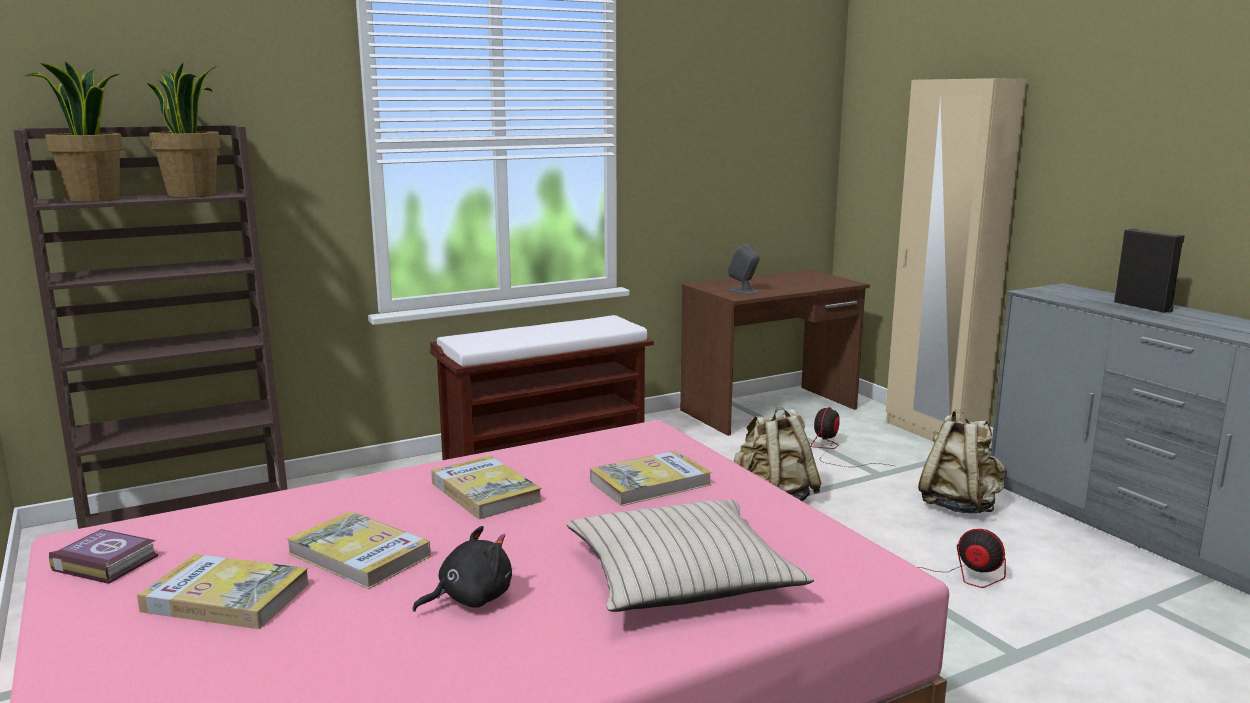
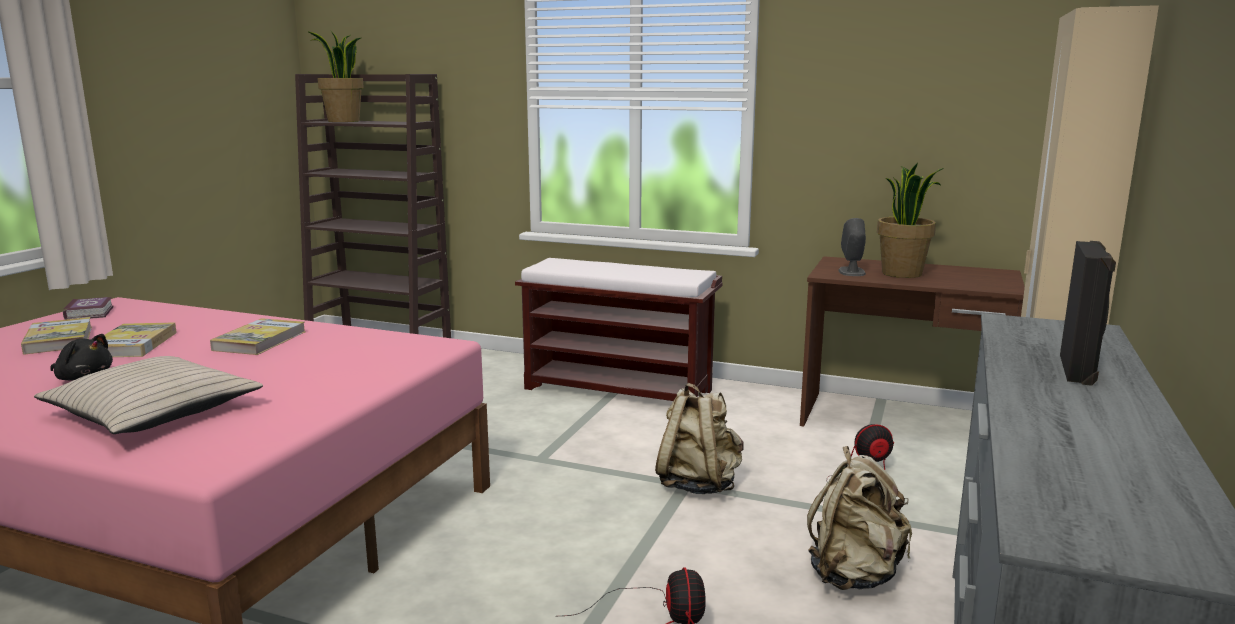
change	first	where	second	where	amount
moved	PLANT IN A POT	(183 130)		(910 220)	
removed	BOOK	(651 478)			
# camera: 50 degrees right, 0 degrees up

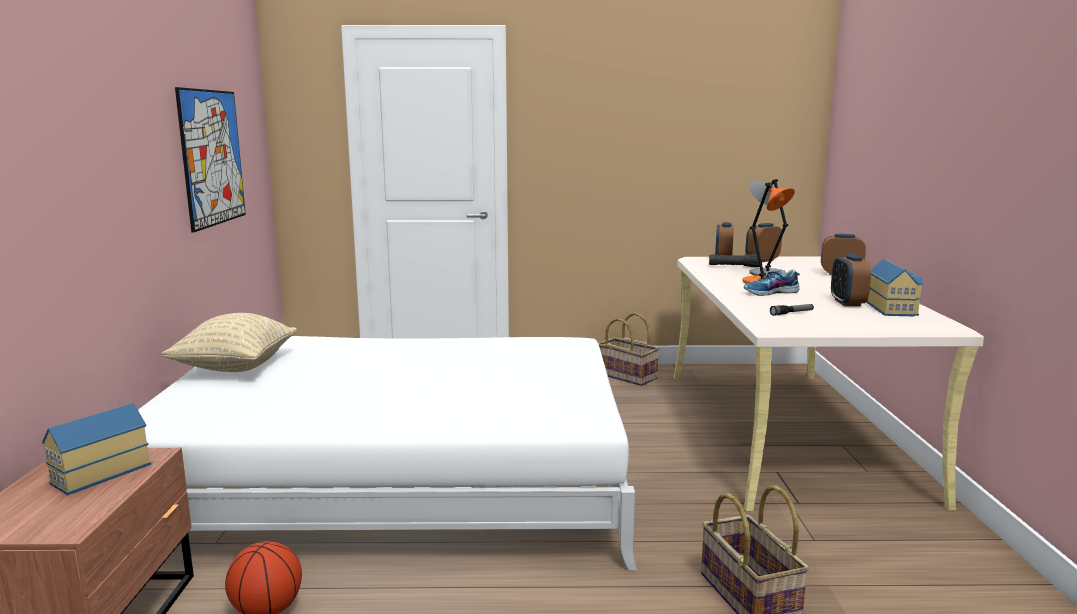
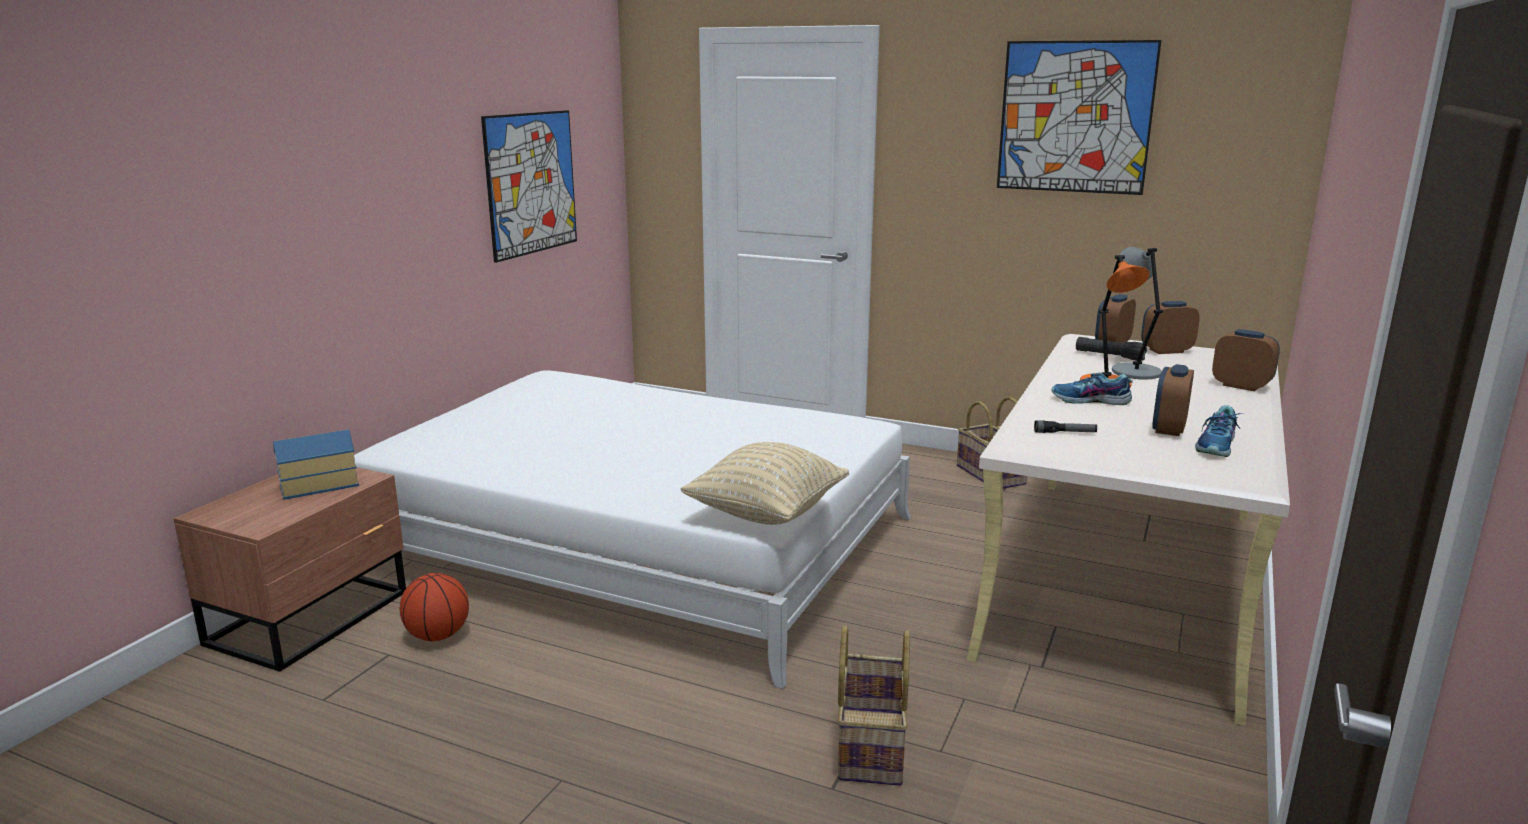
change	first	where	second	where	amount
moved	BEIGE CUSHION	(229 342)		(765 483)	
replaced	MINIATURE HOUSE	(894 288)	ITEM OF FOOTWEAR	(1220 431)	
added			WALL ART	(1079 117)	
# camera: 25 degrees right, 5 degrees up

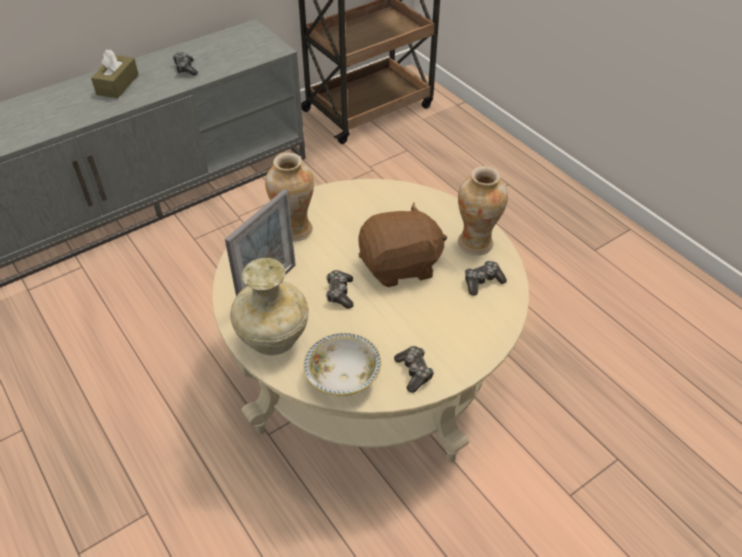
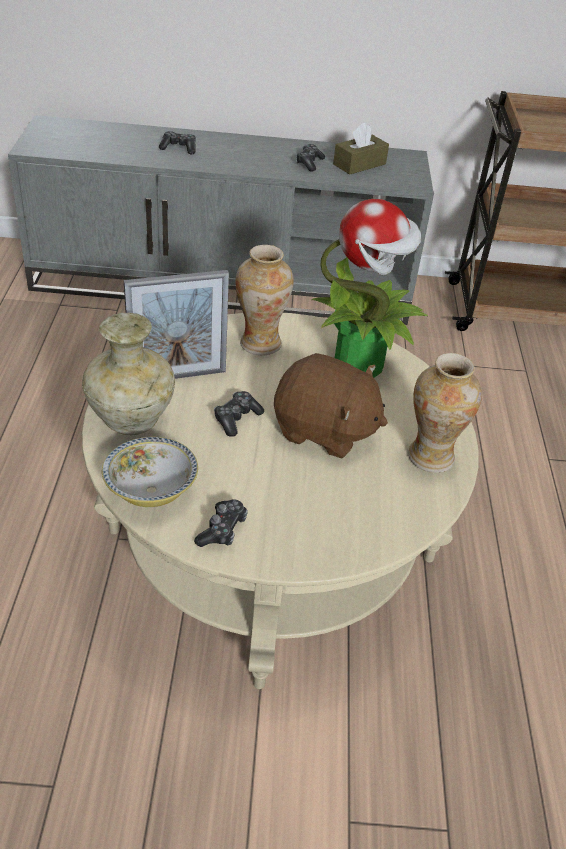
change	first	where	second	where	amount
moved	BROWN BOX OF TISSUES	(115 73)		(361 149)	
moved	GAME CONTROLLER	(486 278)		(177 142)	
added			PLANT IN A POT	(370 288)	
# camera: 35 degrees right, 5 degrees down

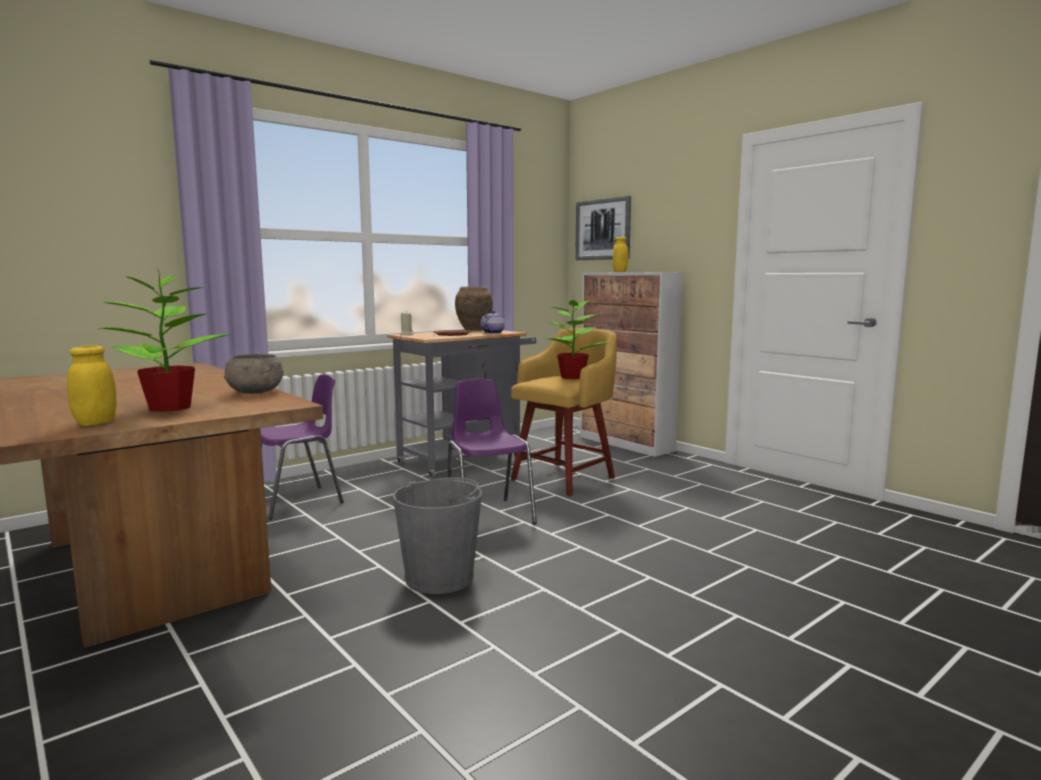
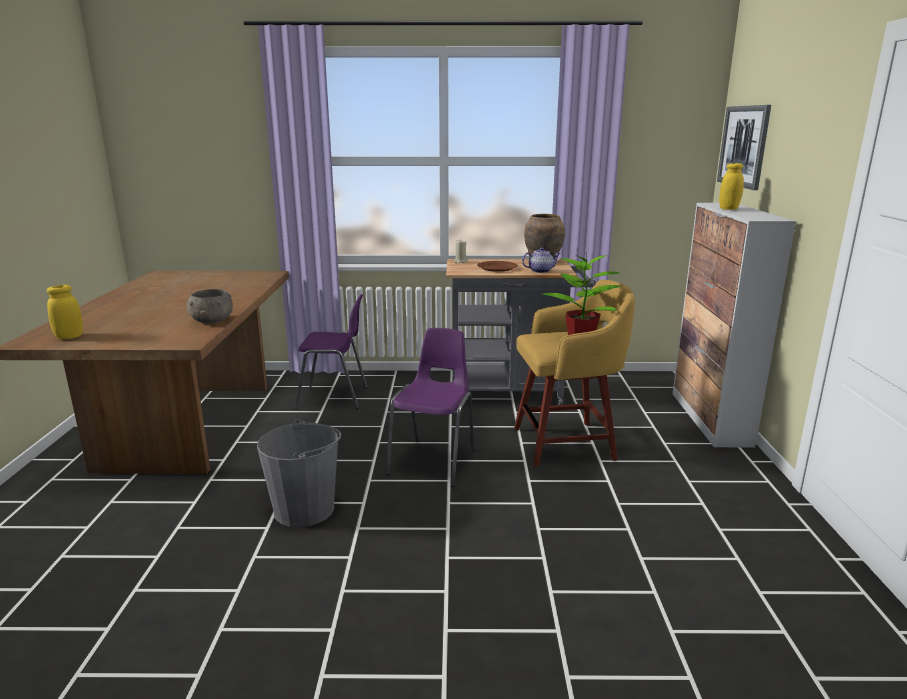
change	first	where	second	where	amount
removed	PLANT IN A POT	(165 339)			
# camera: 40 degrees right, 10 degrees up

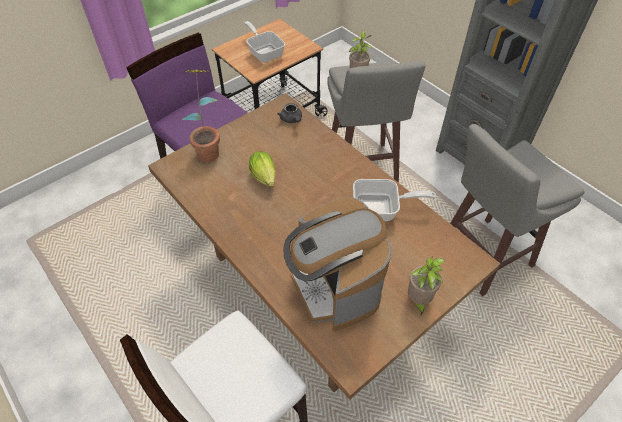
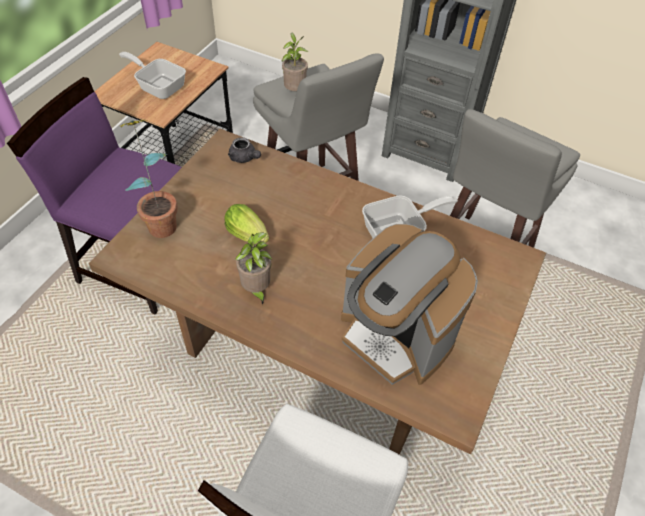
change	first	where	second	where	amount
moved	PLANT IN A POT	(426 286)		(253 268)	
# camera: 25 degrees left, 0 degrees up

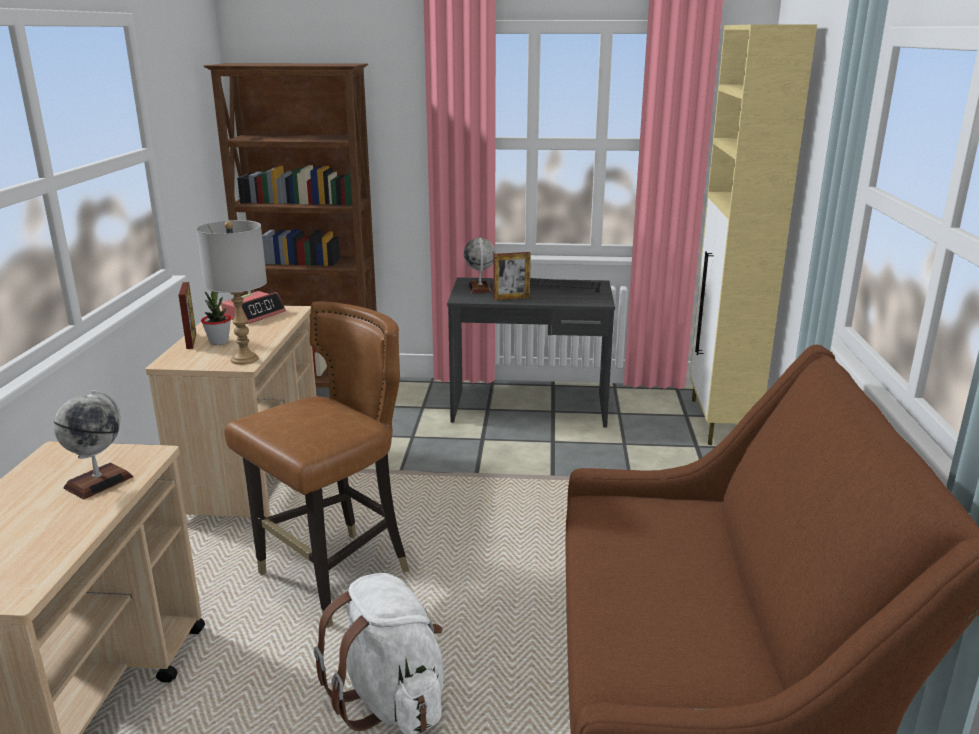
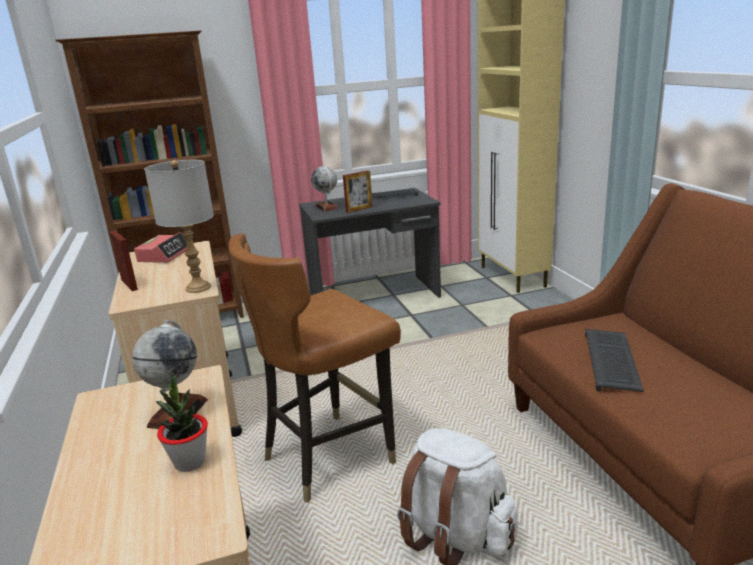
change	first	where	second	where	amount
moved	PLANT IN A POT	(216 318)		(182 422)	
turned	BROWN UPRIGHT CHAIR	(317 465)		(314 368)	150 degrees counterclockwise
added			KEYBOARD	(614 360)	
# camera: 20 degrees left, 0 degrees up

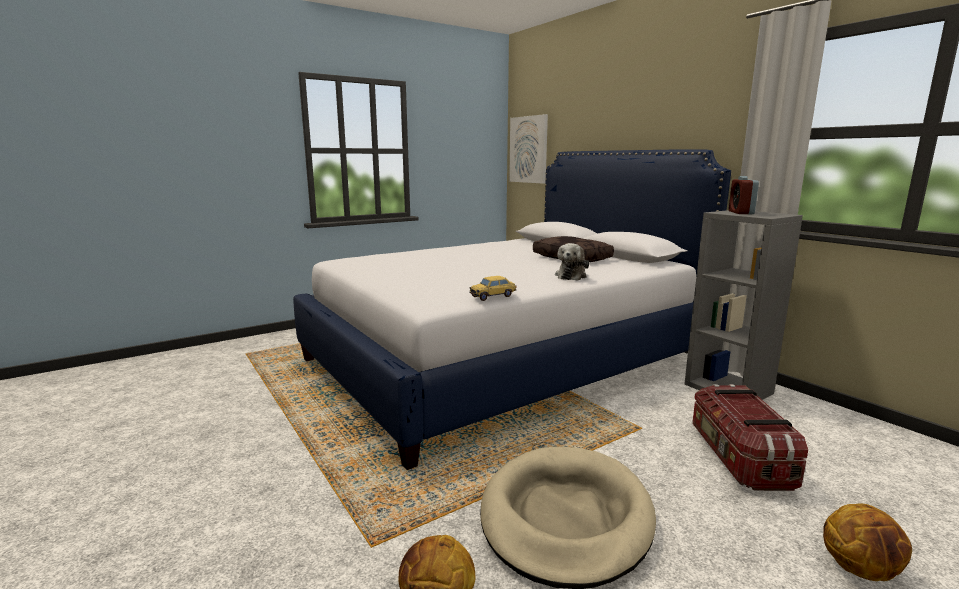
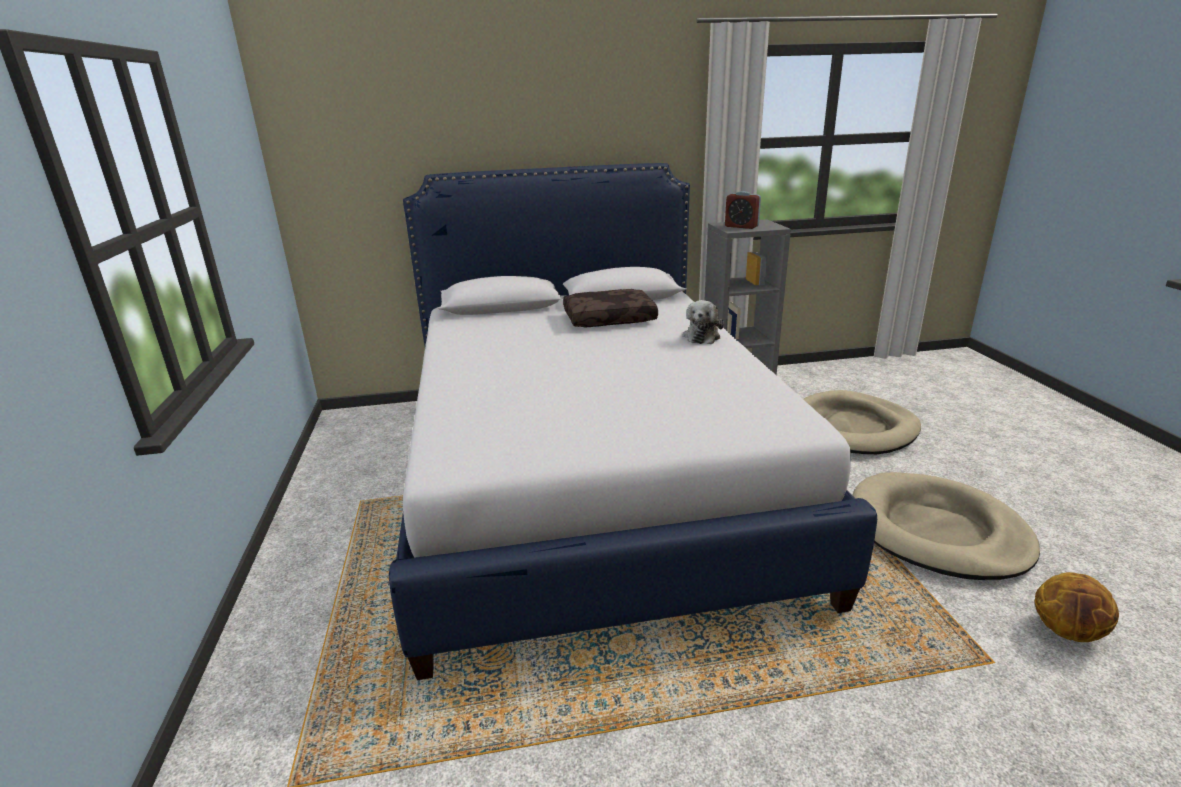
change	first	where	second	where	amount
removed	TOY CAR	(493 288)			
removed	WALL ART	(528 149)			
turned	CUDDLY TOY	(572 262)		(703 322)	60 degrees clockwise
replaced	STORAGE CONTAINER	(750 437)	BEIGE DOG BED	(862 422)	
removed	BASKETBALL BALL	(867 542)			
# camera: 65 degrees left, 10 degrees up

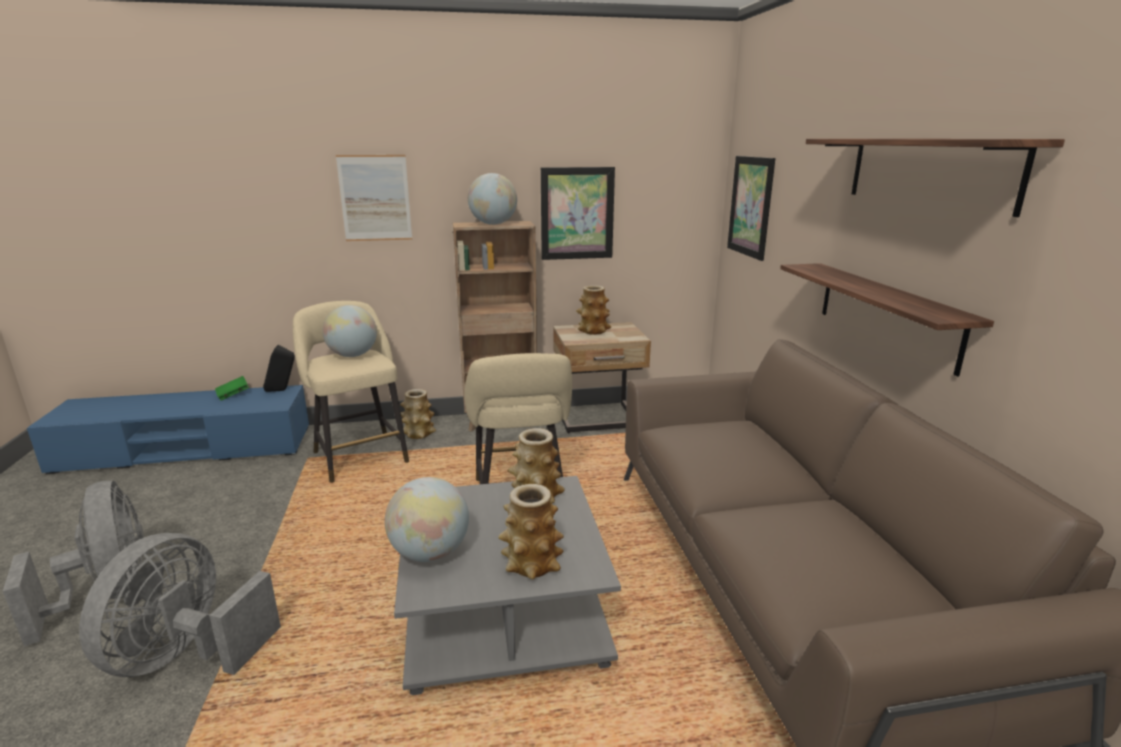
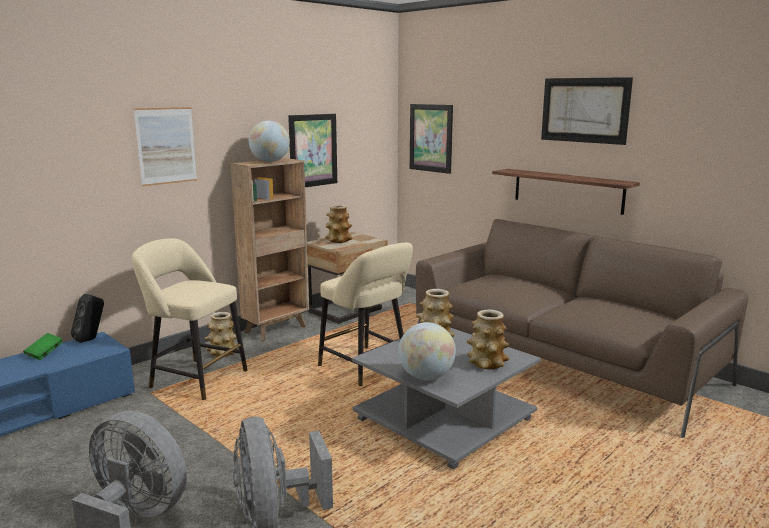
change	first	where	second	where	amount
removed	WORLD GLOBE	(349 331)			
replaced	SHELF	(935 178)	WALL ART	(587 111)	
# camera: 35 degrees left, 5 degrees down

